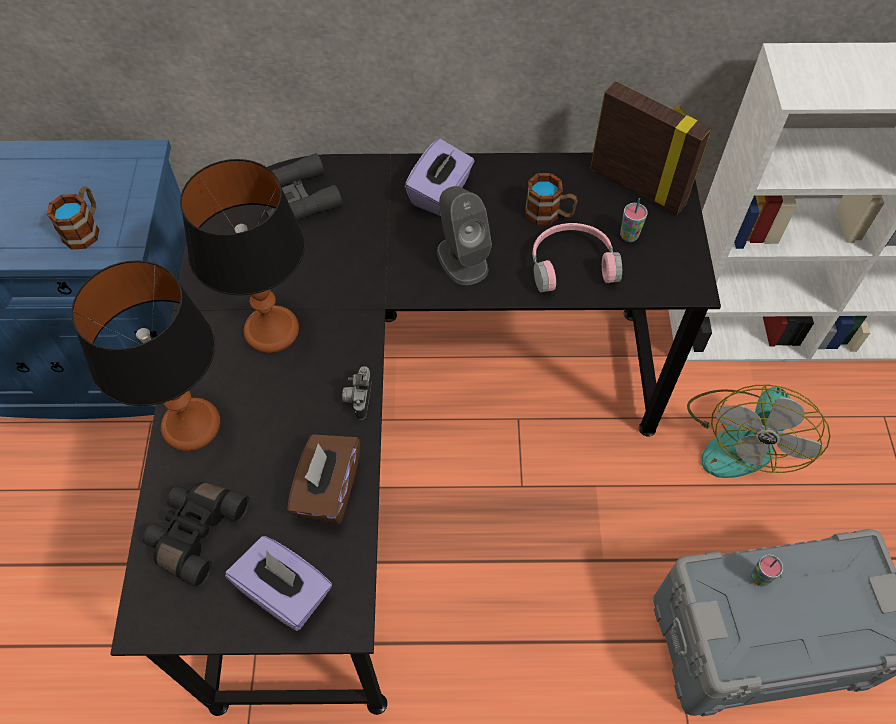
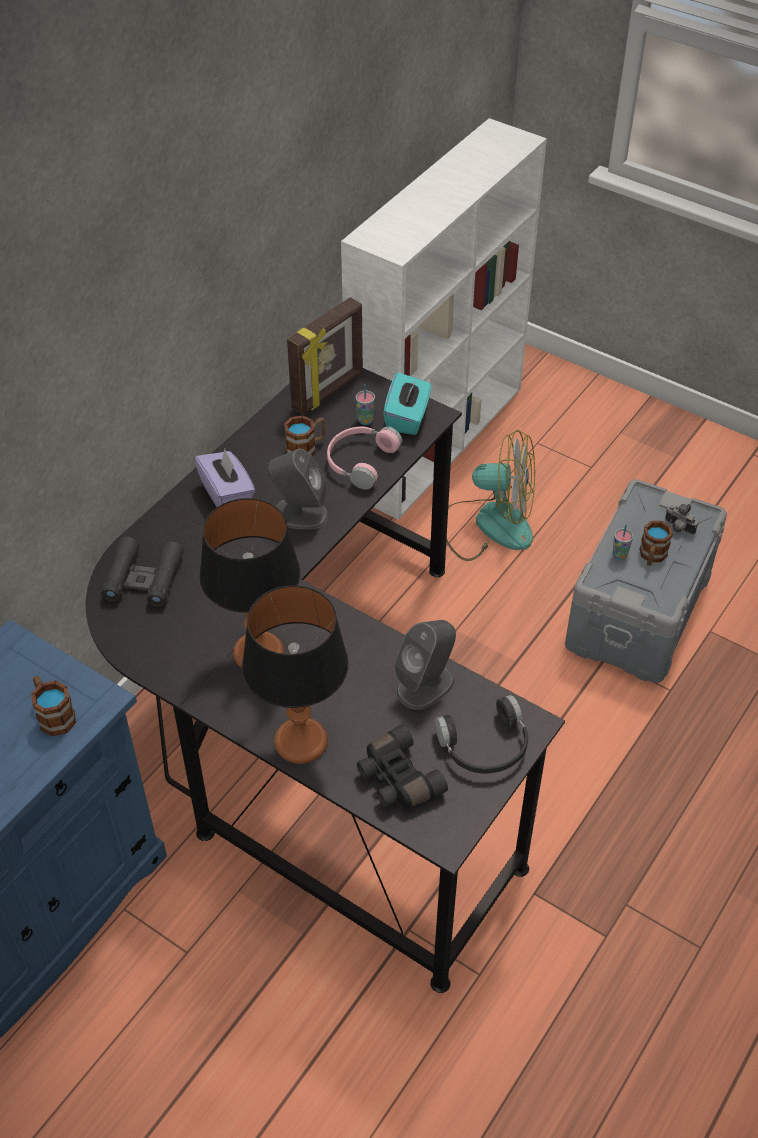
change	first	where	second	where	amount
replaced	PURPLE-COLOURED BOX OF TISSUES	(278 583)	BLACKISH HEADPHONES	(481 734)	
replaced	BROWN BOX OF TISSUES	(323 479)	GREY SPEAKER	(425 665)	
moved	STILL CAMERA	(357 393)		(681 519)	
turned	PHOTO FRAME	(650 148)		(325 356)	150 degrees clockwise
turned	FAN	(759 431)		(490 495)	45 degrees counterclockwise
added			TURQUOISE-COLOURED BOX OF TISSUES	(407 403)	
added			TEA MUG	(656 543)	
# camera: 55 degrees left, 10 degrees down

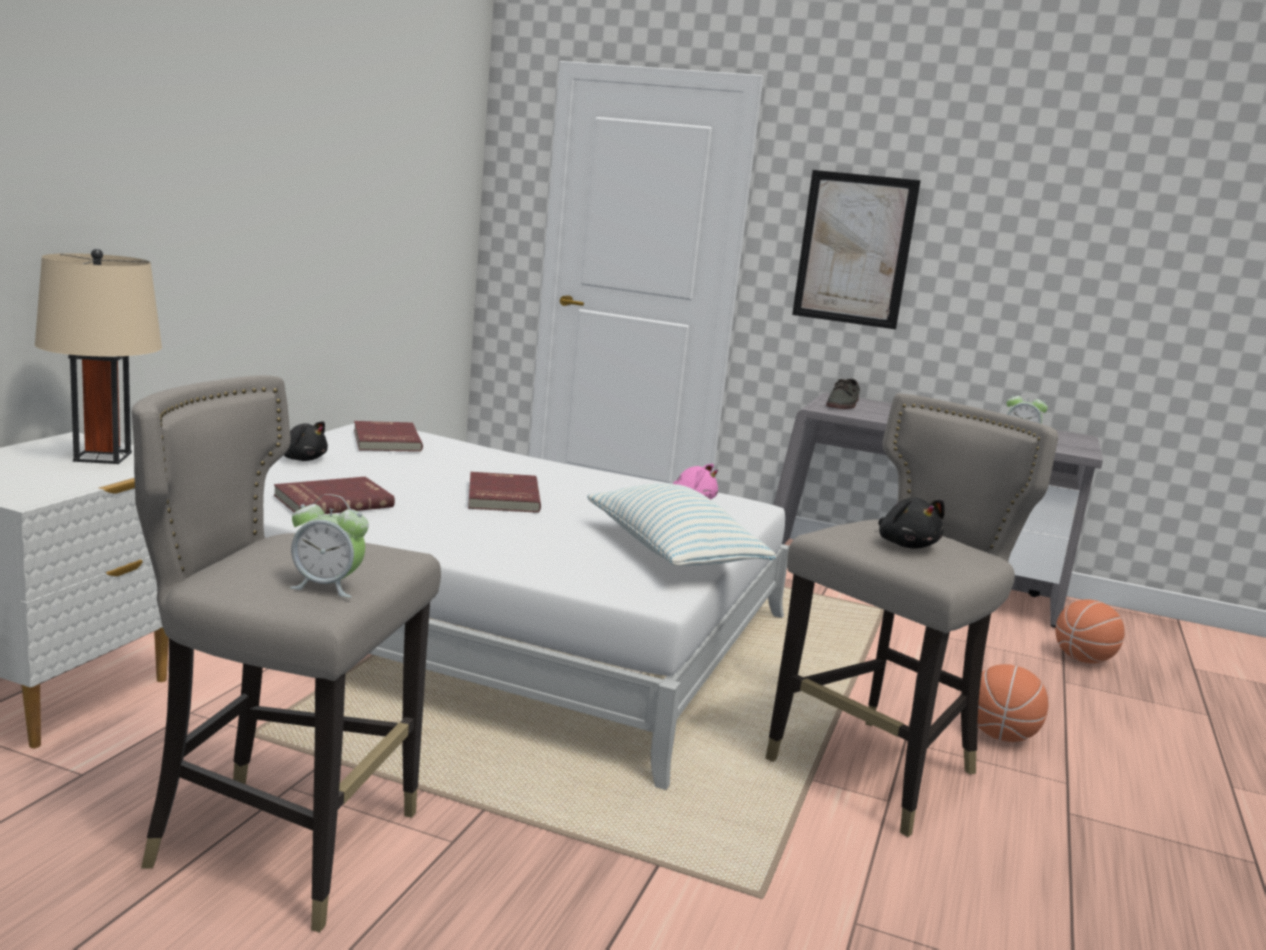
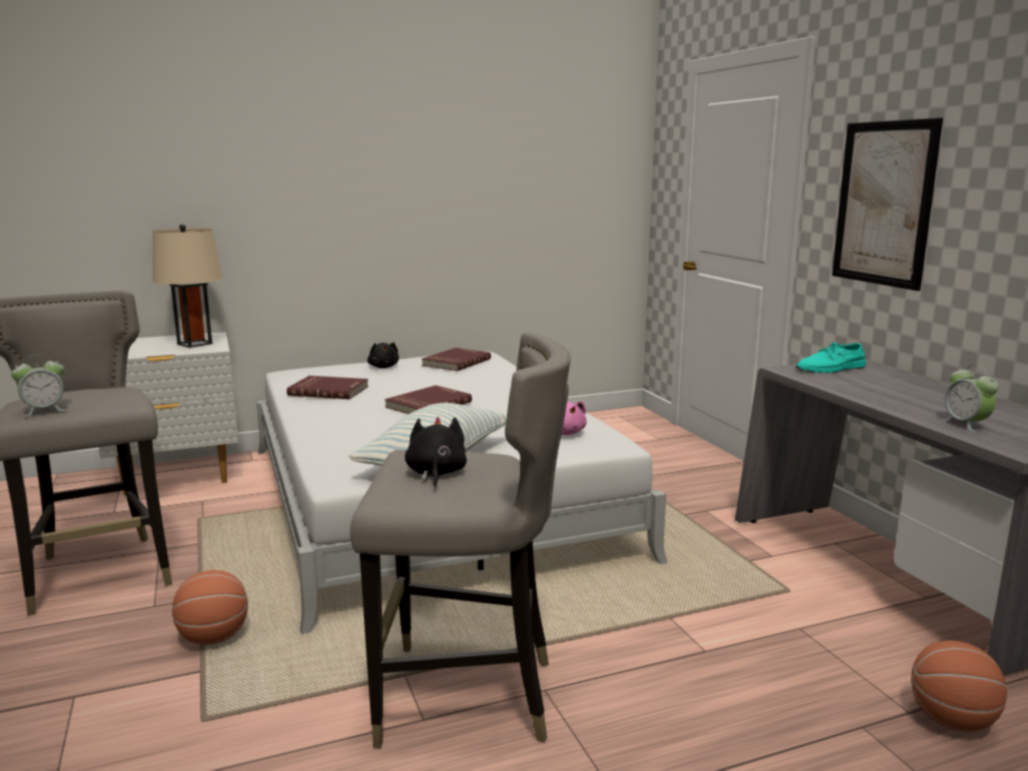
change	first	where	second	where	amount
turned	BEDSIDE CLOCK	(329 546)		(39 386)	90 degrees counterclockwise
recoloured	GREY ITEM OF FOOTWEAR	(843 394)	TURQUOISE-COLOURED ITEM OF FOOTWEAR	(831 357)	
turned	BLACKISH CUDDLY TOY	(911 523)		(436 452)	150 degrees clockwise
moved	BASKETBALL BALL	(1013 703)		(210 607)	
# camera: 50 degrees right, 0 degrees up

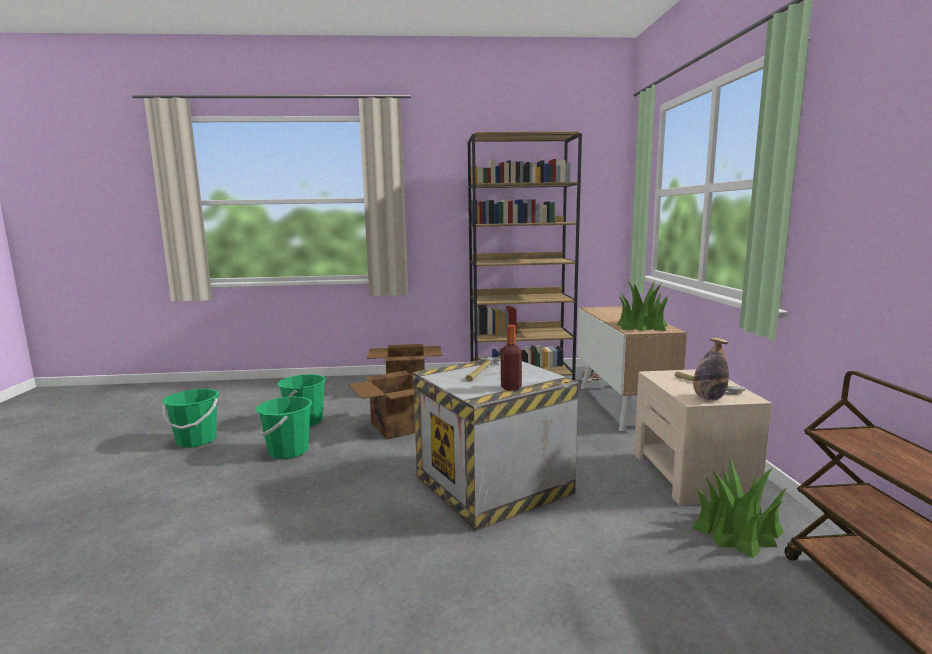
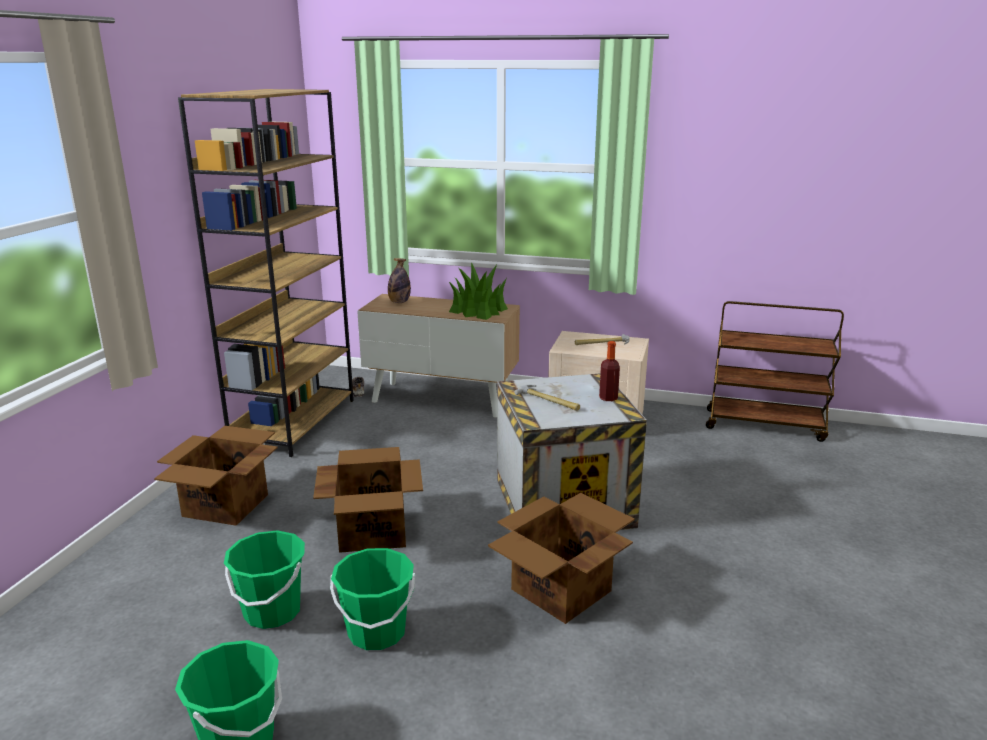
change	first	where	second	where	amount
removed	PLANT IN A POT	(739 508)			
moved	BOTTLE	(711 368)		(399 280)	
added			CARDBOARD BOX	(561 558)	
# camera: 70 degrees left, 10 degrees up

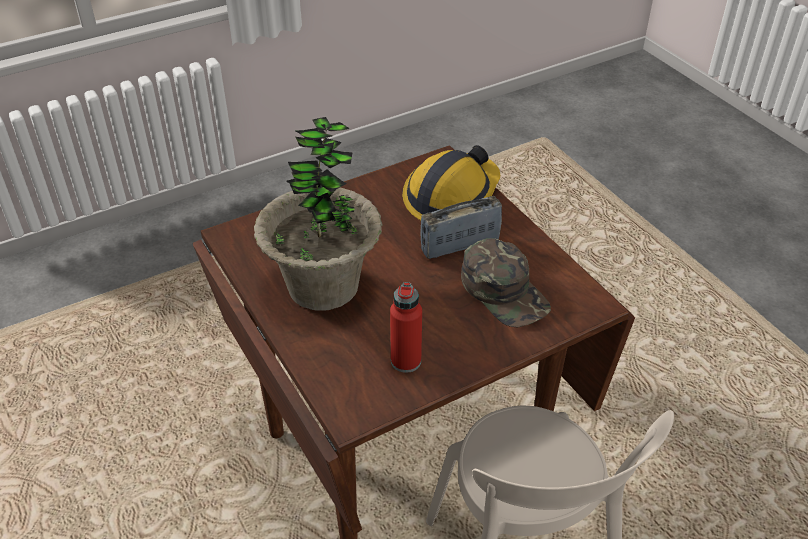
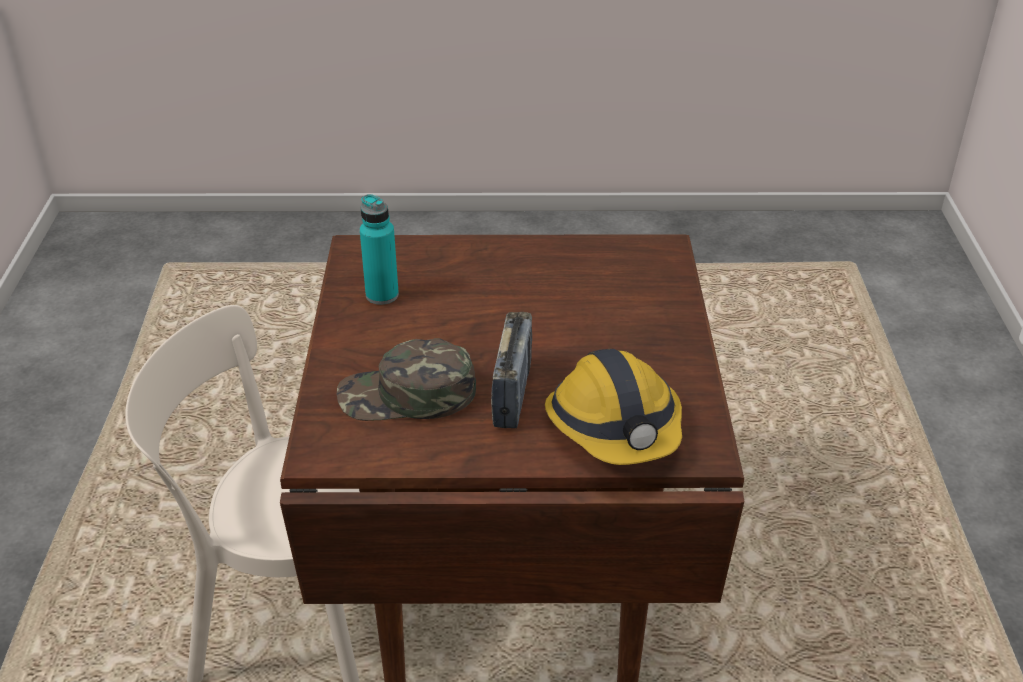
change	first	where	second	where	amount
removed	PLANT IN A POT	(318 214)			
recoloured	RED-COLOURED BOTTLE	(406 327)	TURQUOISE-COLOURED BOTTLE	(379 249)	
# camera: 120 degrees right, 5 degrees down

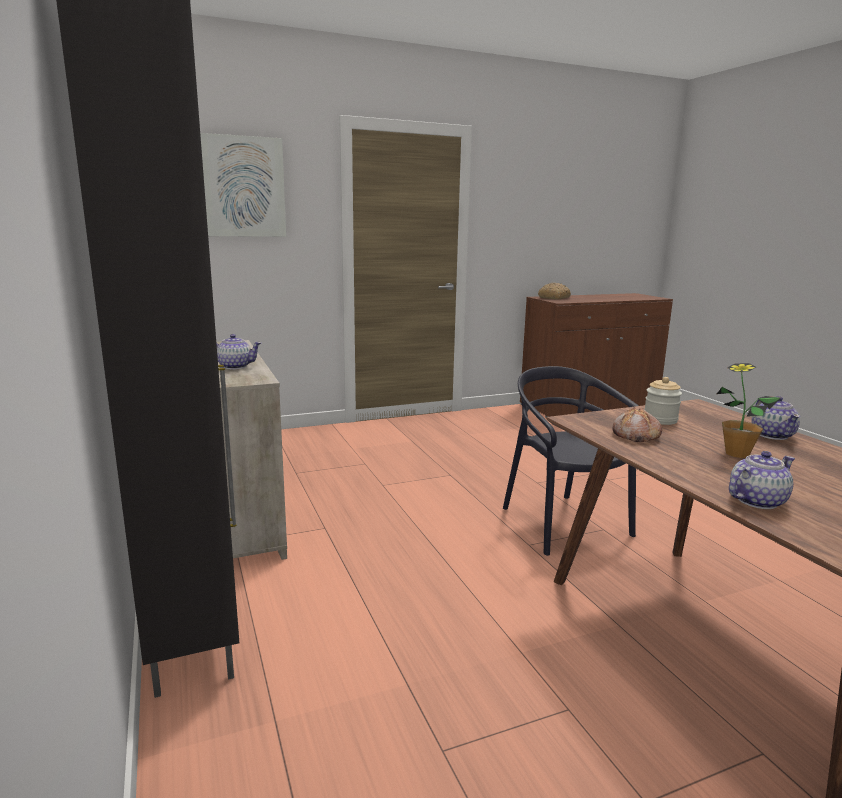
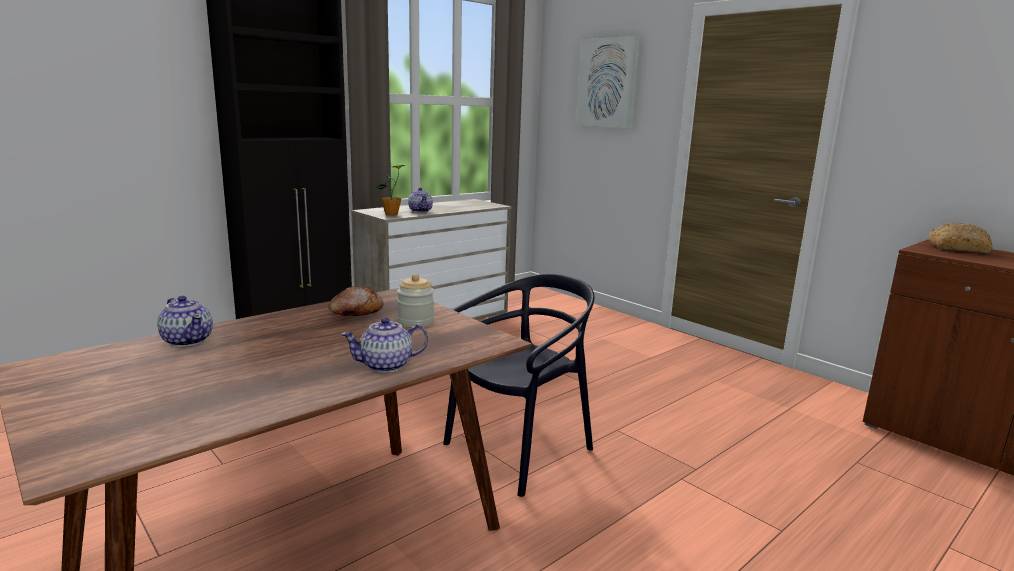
change	first	where	second	where	amount
moved	PLANT IN A POT	(749 410)		(390 190)	
# camera: 70 degrees right, 0 degrees up

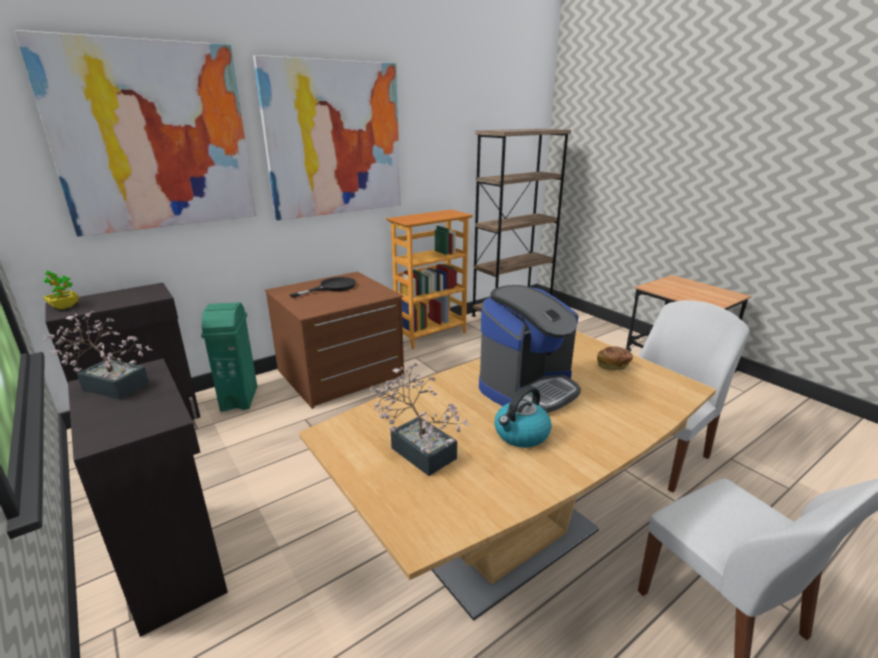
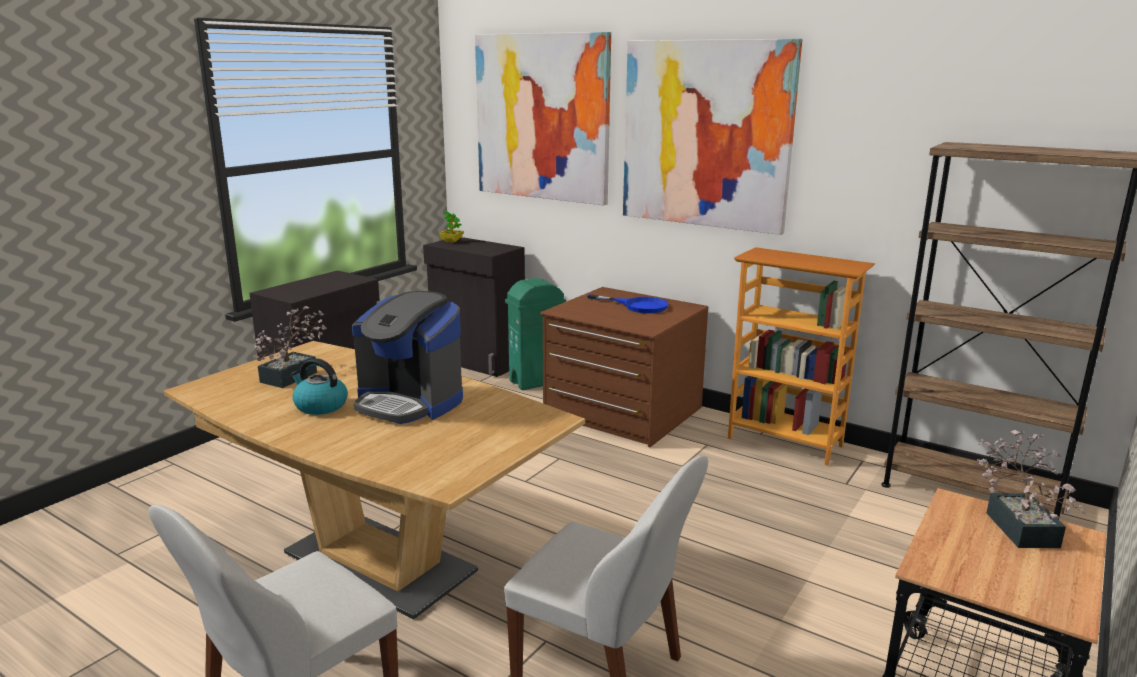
change	first	where	second	where	amount
moved	PLANT IN A POT	(97 355)		(1031 489)	
recoloured	BLACKISH FRYING PAN	(322 287)	BLUISH FRYING PAN	(627 303)	
removed	BREAD	(615 358)			
# camera: 70 degrees right, 5 degrees down

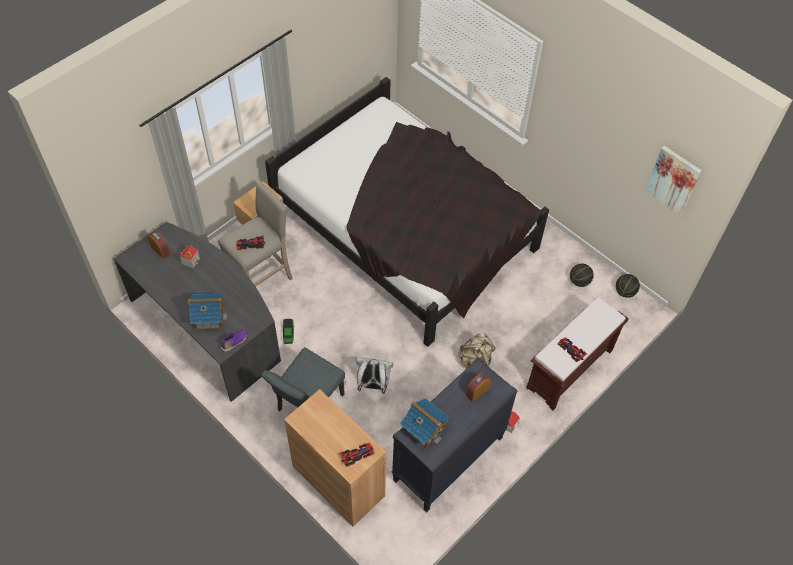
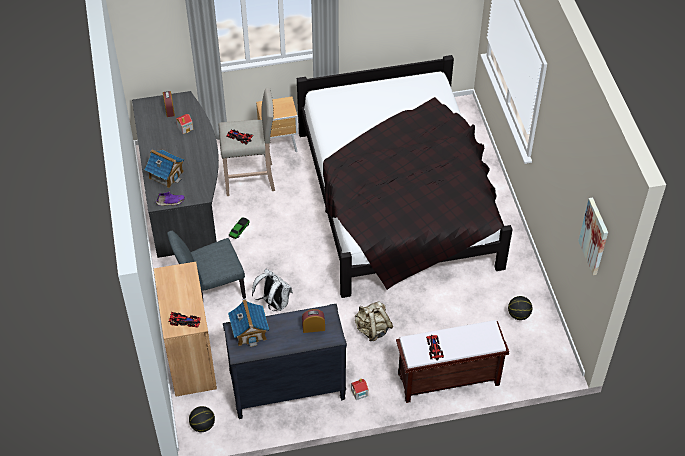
change	first	where	second	where	amount
moved	BASKETBALL BALL	(628 286)		(202 419)	
# camera: 35 degrees right, 5 degrees down

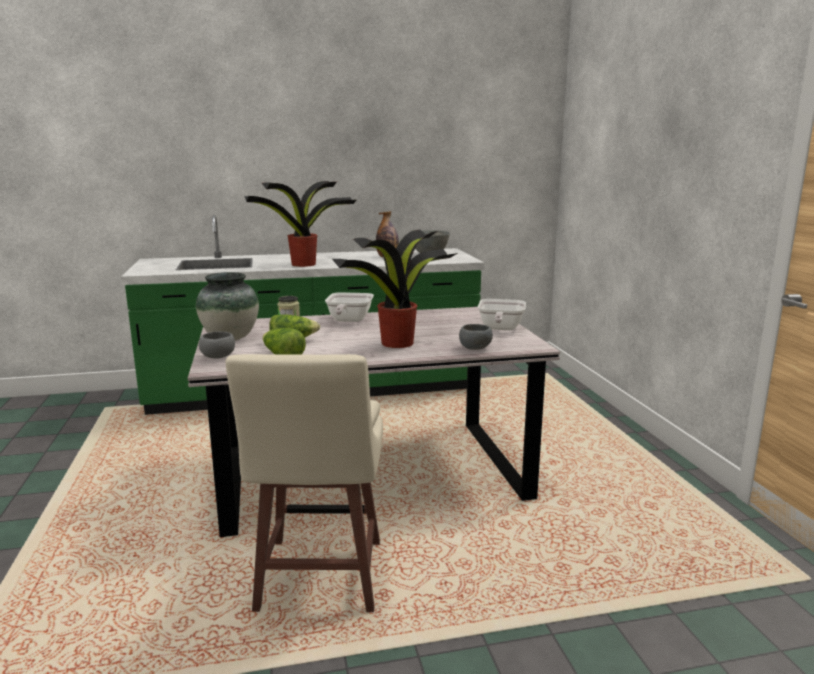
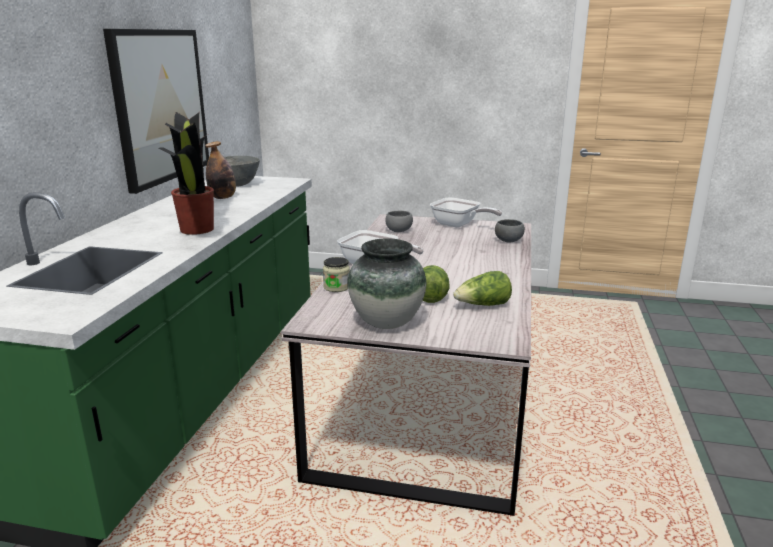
change	first	where	second	where	amount
moved	GREY DEEP DISH	(217 345)		(399 221)	
removed	BEIGE SITTING STOOL	(304 483)			
removed	PLANT IN A POT	(395 288)			
added			WALL ART	(156 111)	
# camera: 65 degrees left, 5 degrees up

